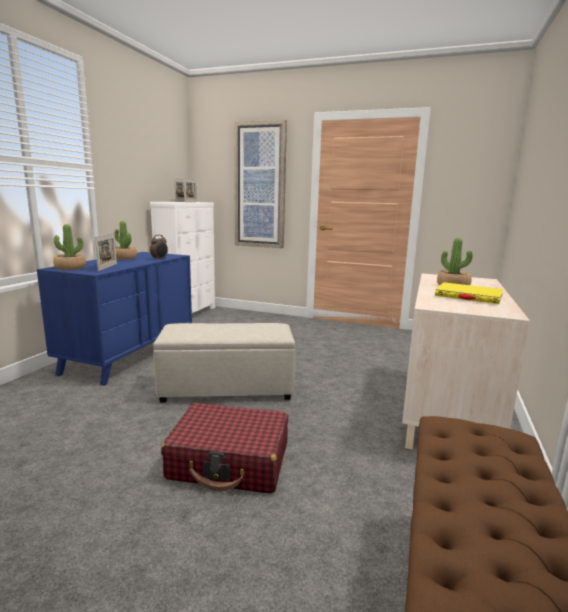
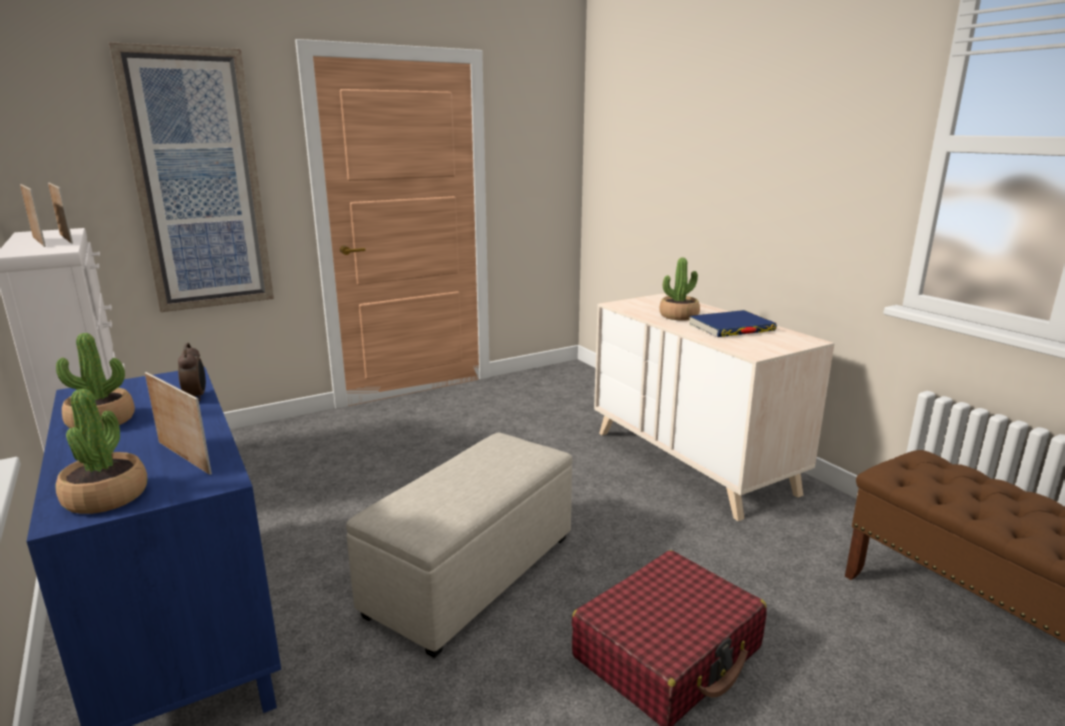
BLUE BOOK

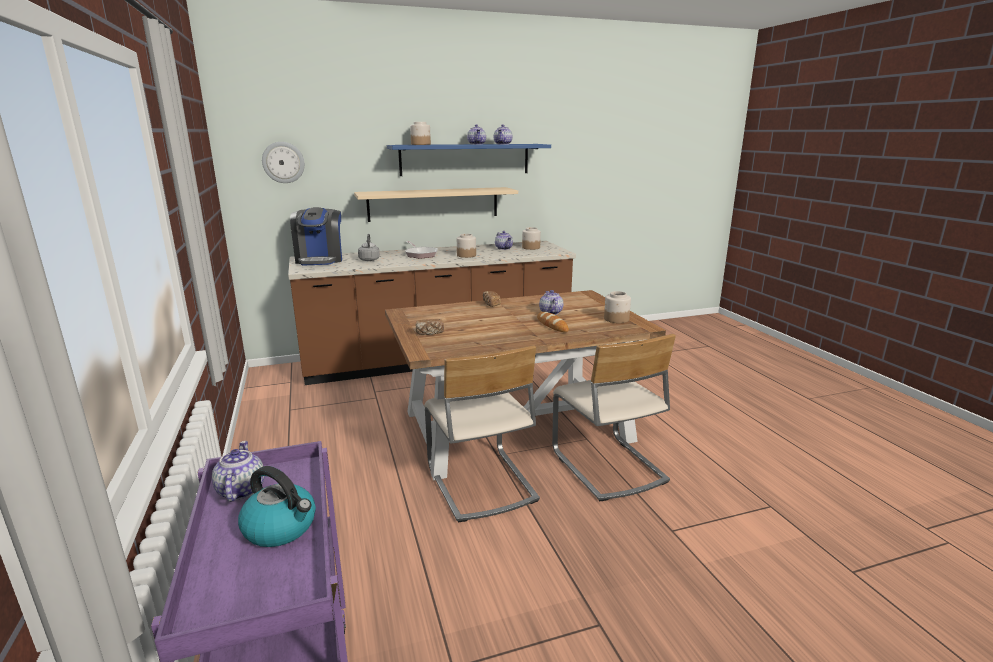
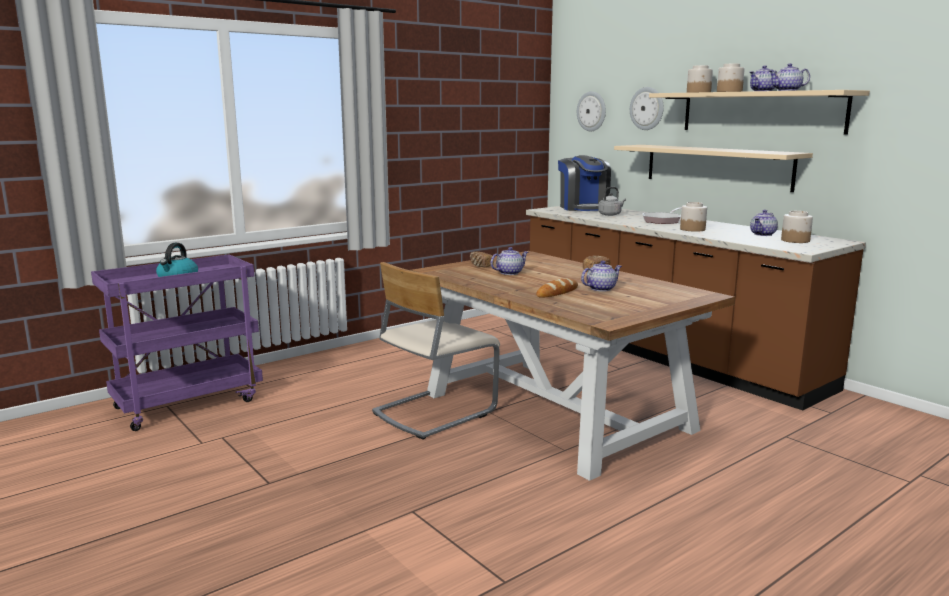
TEAPOT (no. 1 from left)
COFFEE MACHINE
BEIGE SHELF (no. 2 from left)
BEIGE CHAIR (no. 2 from left in the first image)
JAR (no. 3 from left)
WALL CLOCK (no. 2 from left)

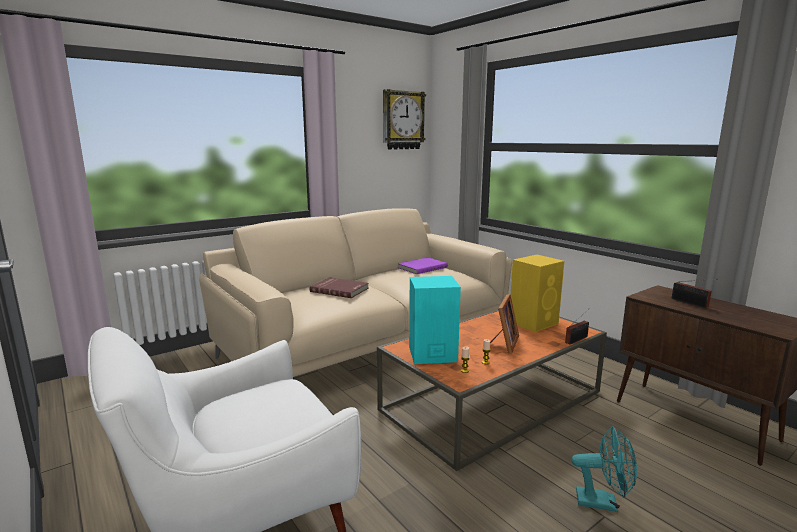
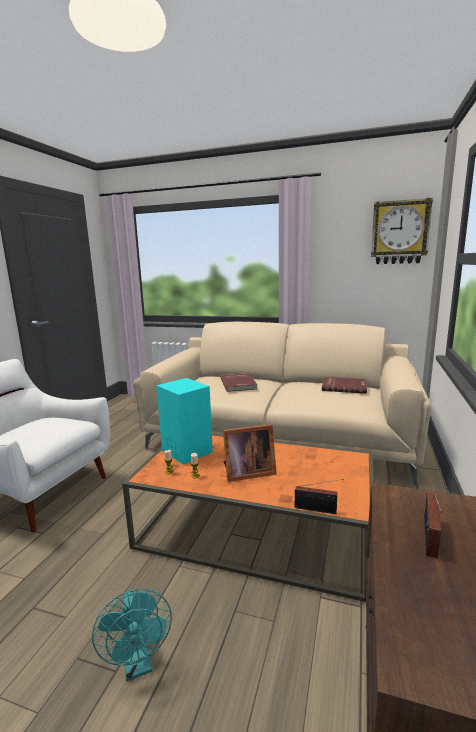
RED BOOK (no. 2 from left)
YELLOW SPEAKER

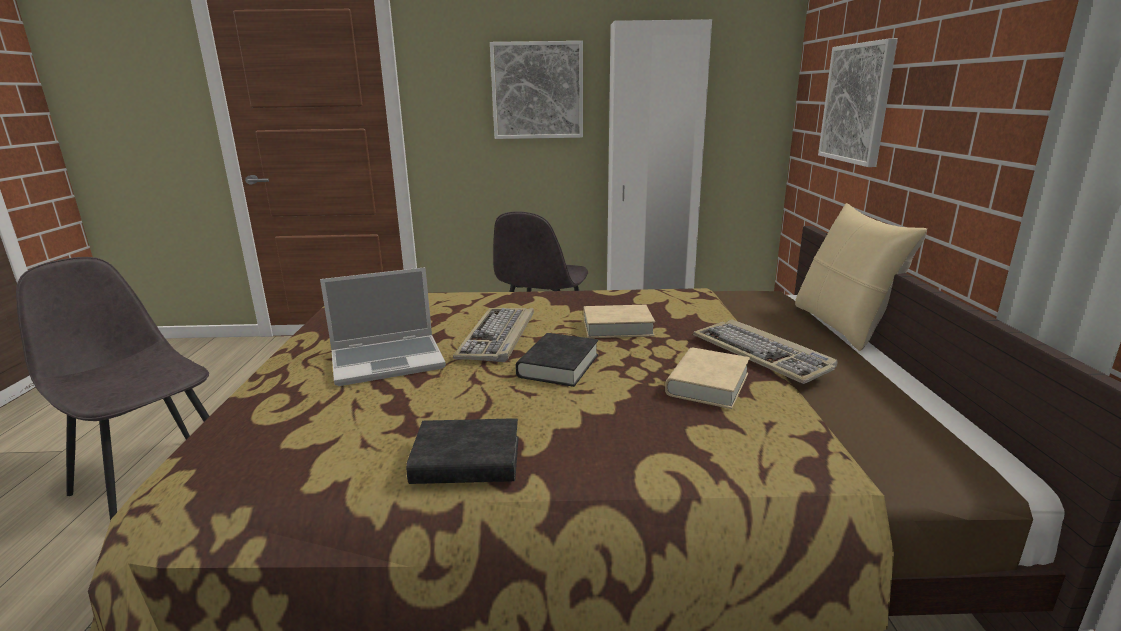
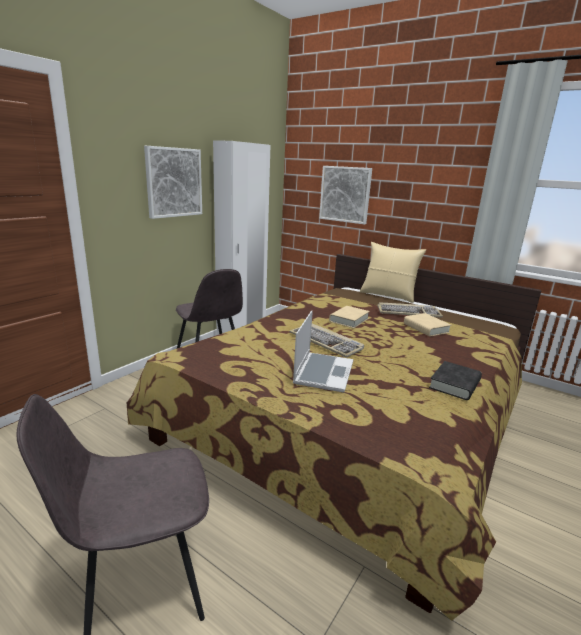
BLACK BOOK (no. 2 from left in the first image)

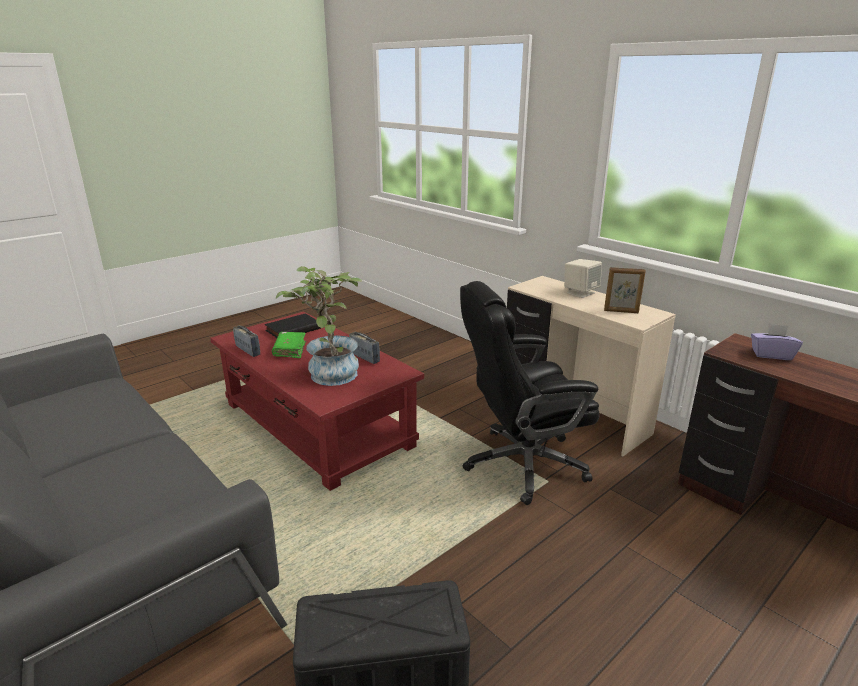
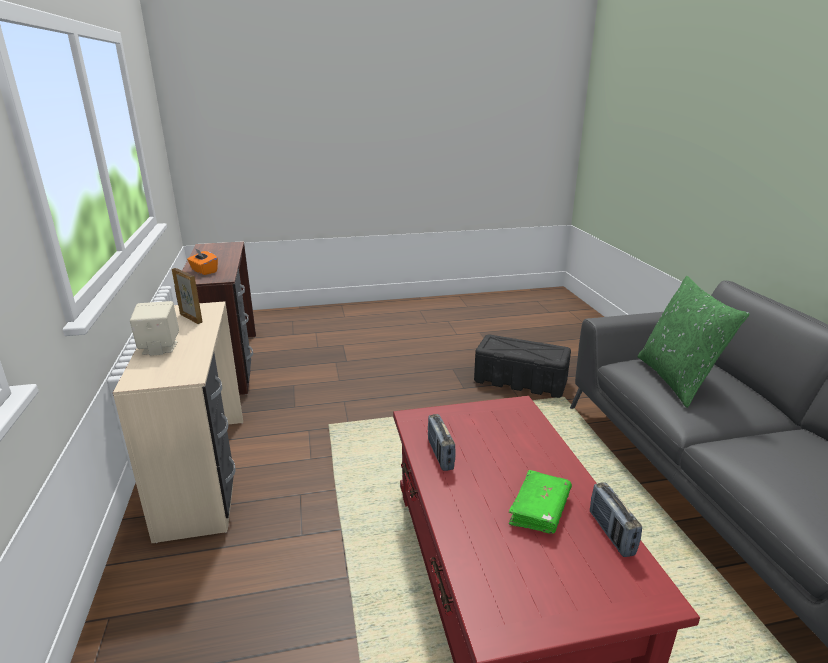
BLACK BOOK
POTTED PLANT
BLACK OFFICE CHAIR
ORANGE TISSUE BOX
GREEN PILLOW

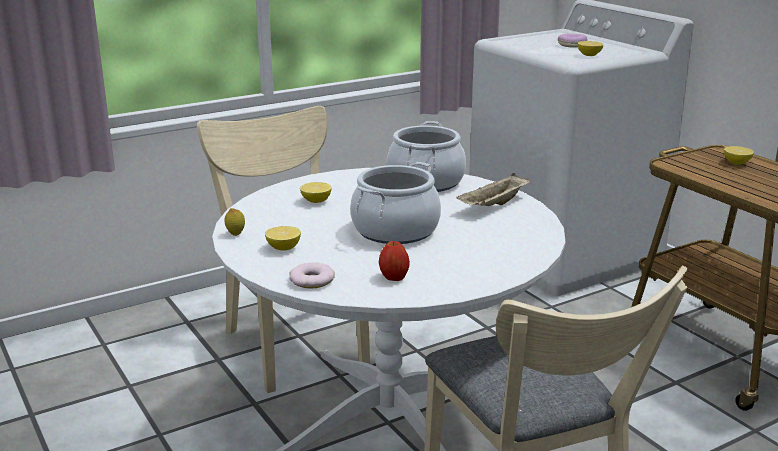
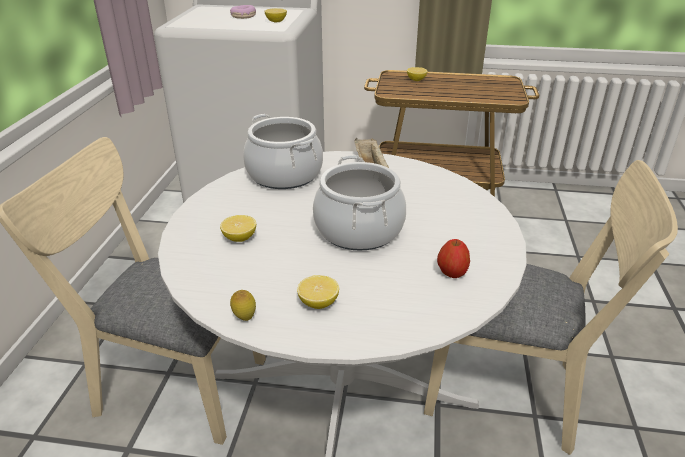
DONUT (no. 1 from left in the first image)

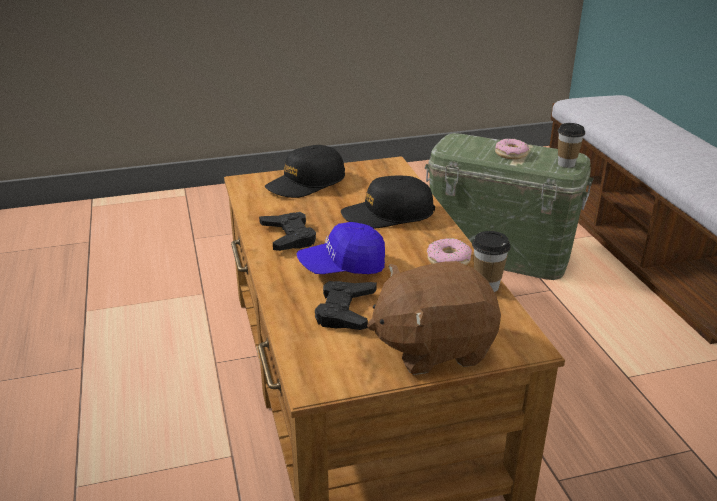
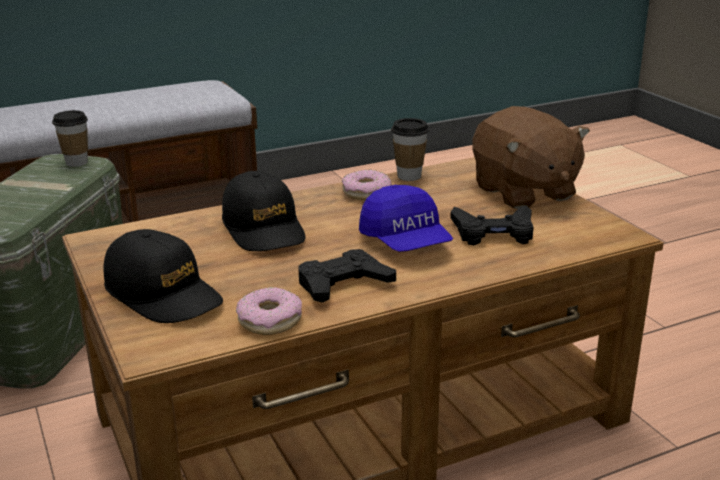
DONUT (no. 1 from left)

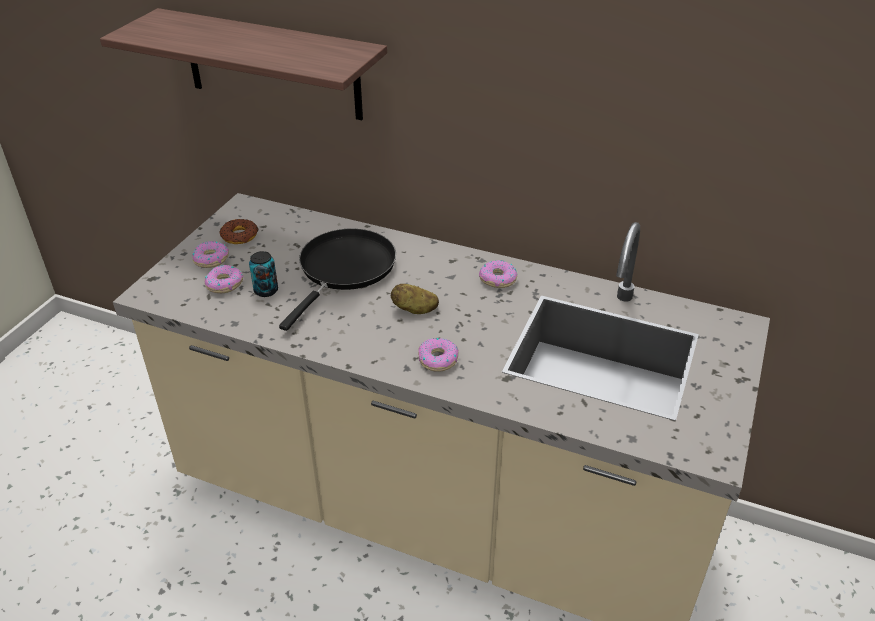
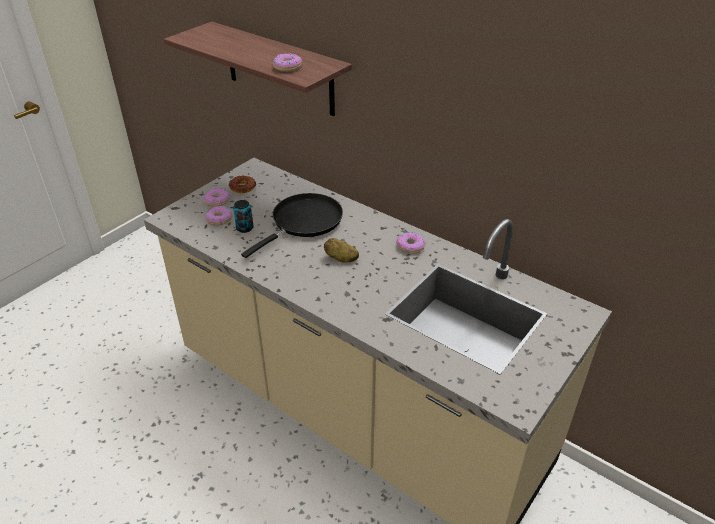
DONUT (no. 4 from left)

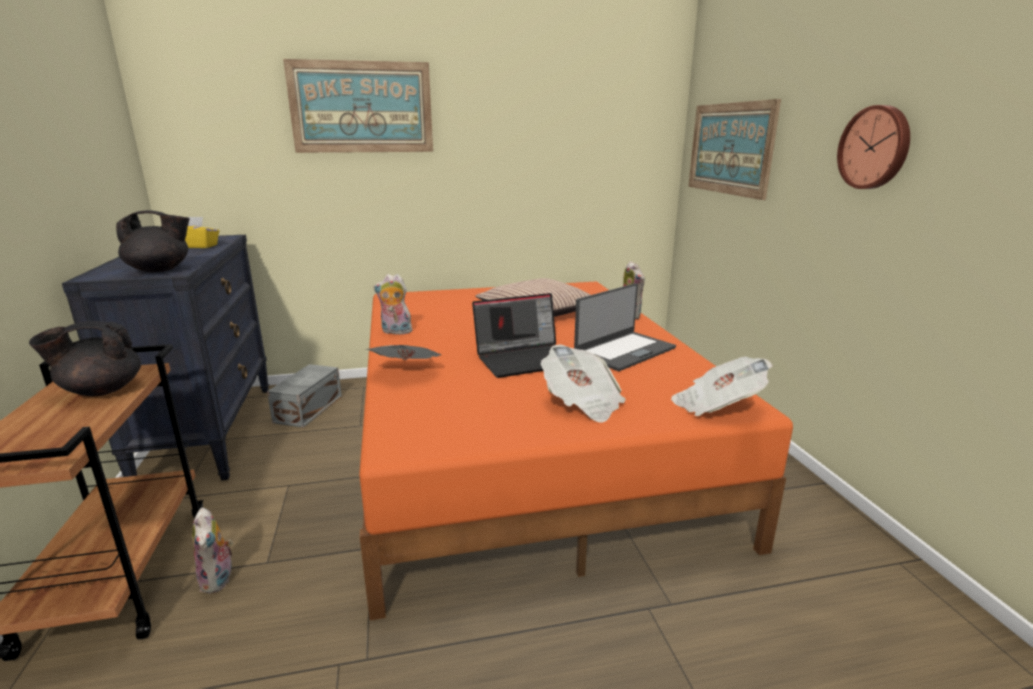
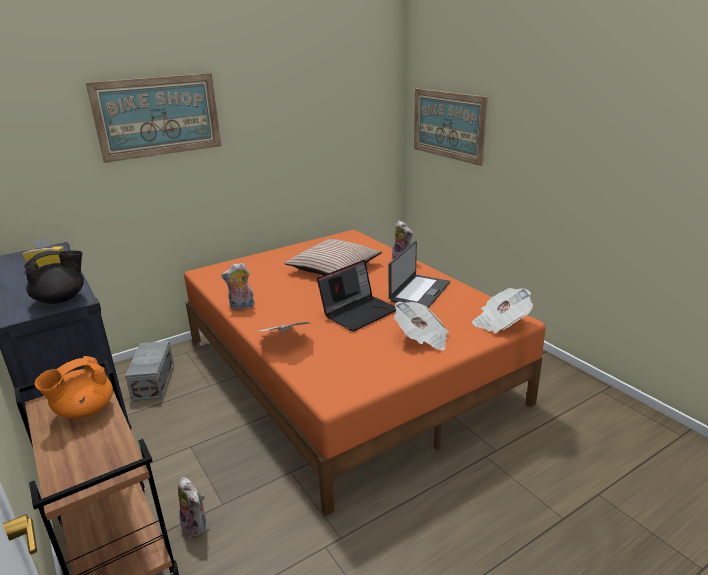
ORANGE TEAPOT
WALL CLOCK

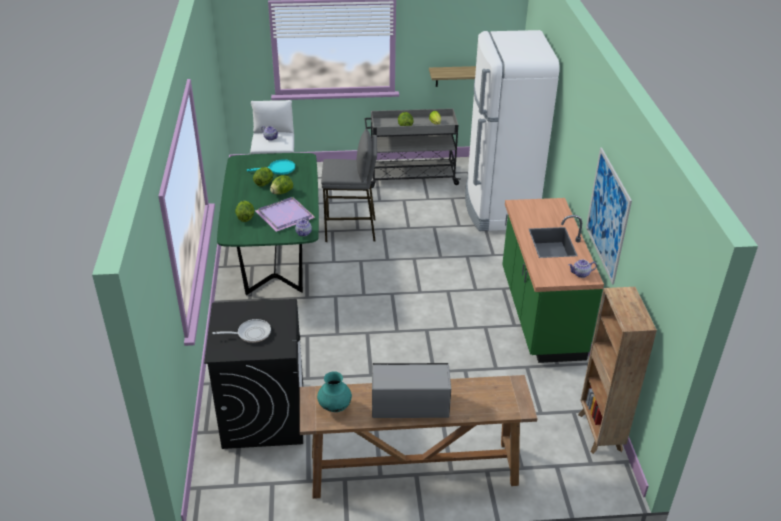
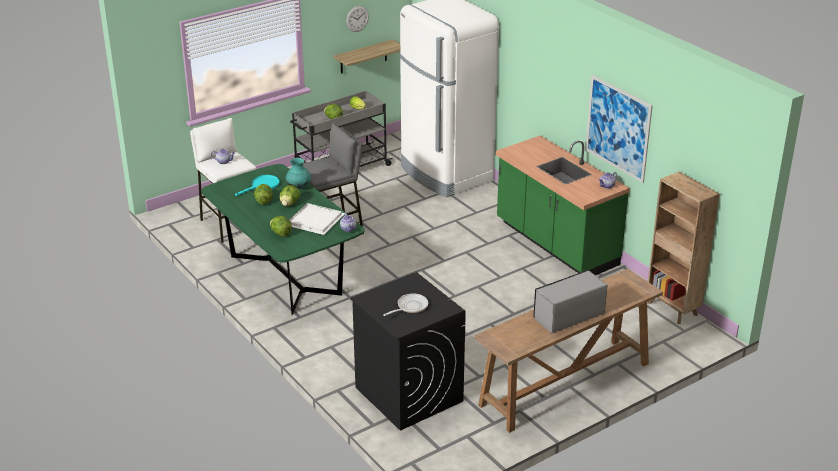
WHITE TRAY
TURQUOISE VASE
WALL CLOCK

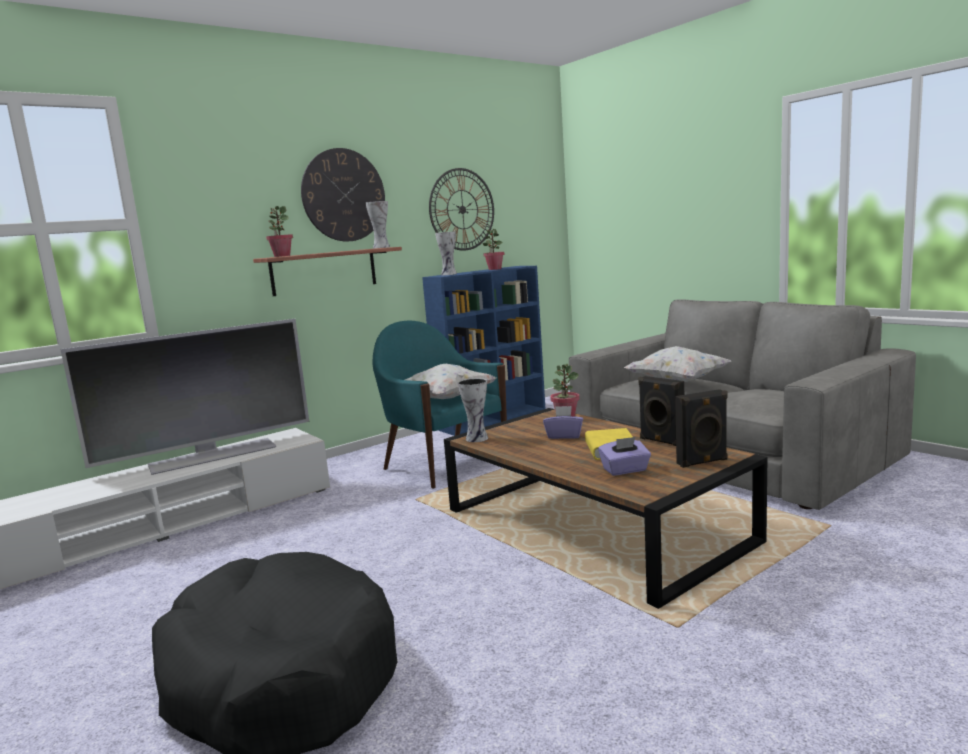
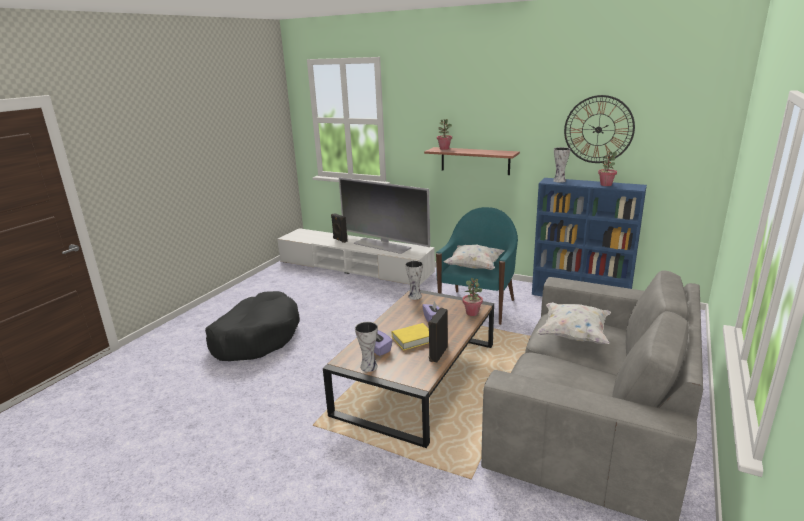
WALL CLOCK (no. 1 from left in the first image)
VASE (no. 1 from left)
BLACK SPEAKER (no. 1 from left)

